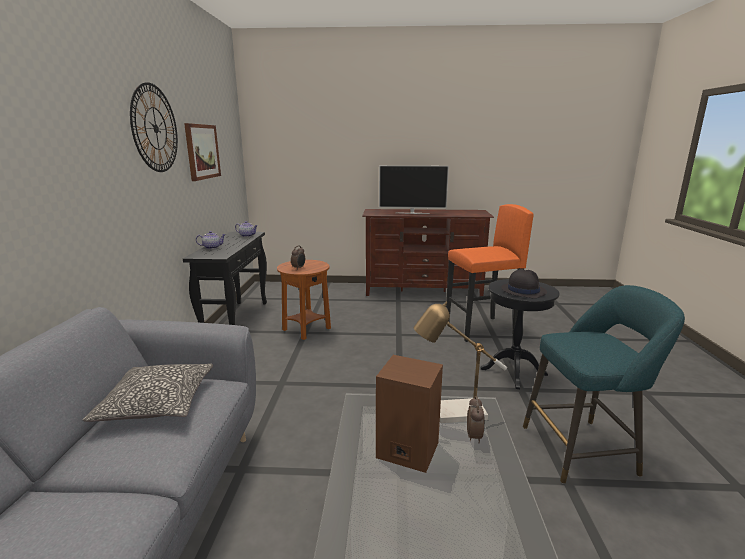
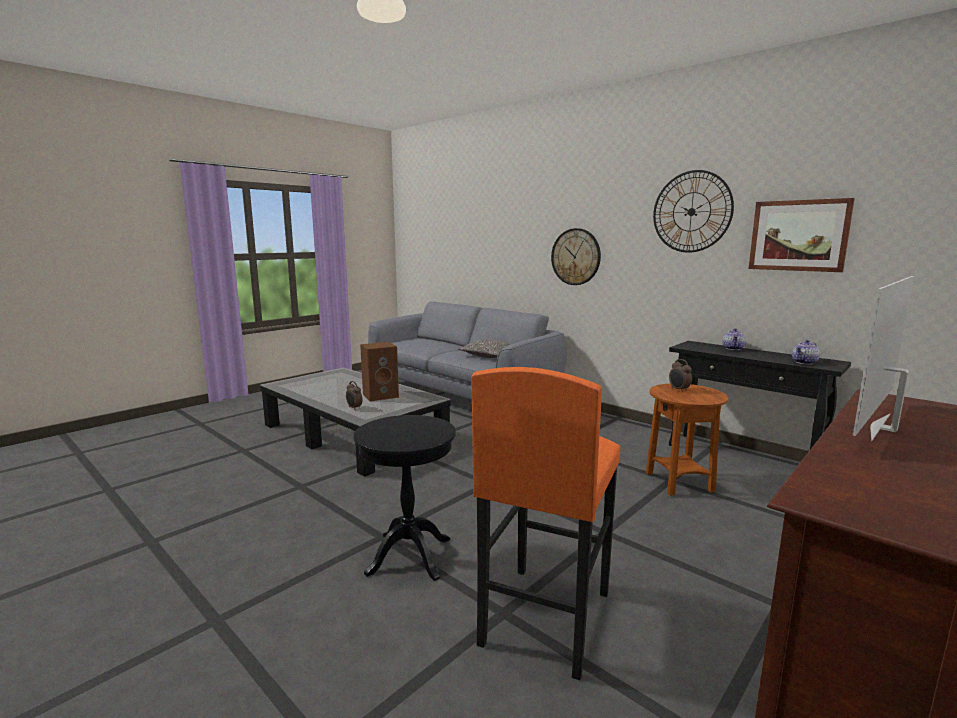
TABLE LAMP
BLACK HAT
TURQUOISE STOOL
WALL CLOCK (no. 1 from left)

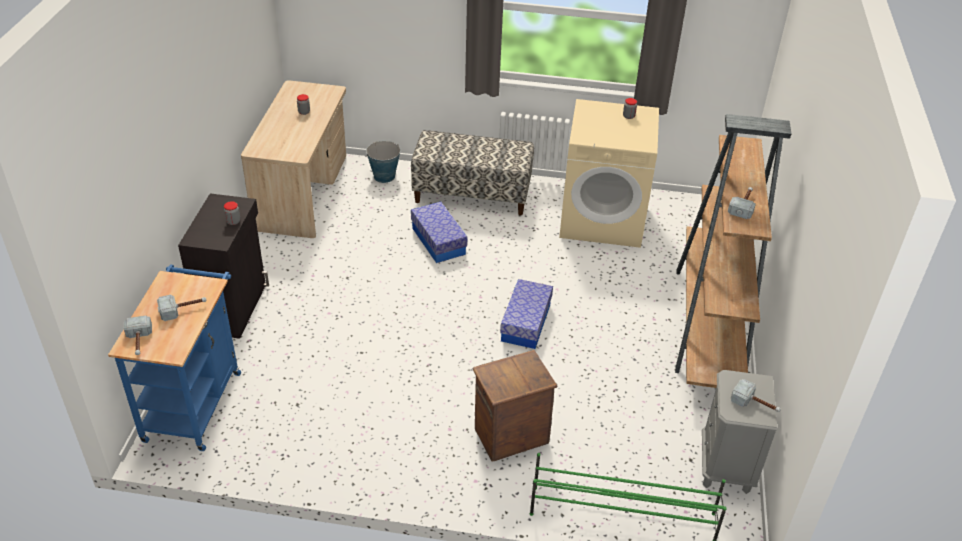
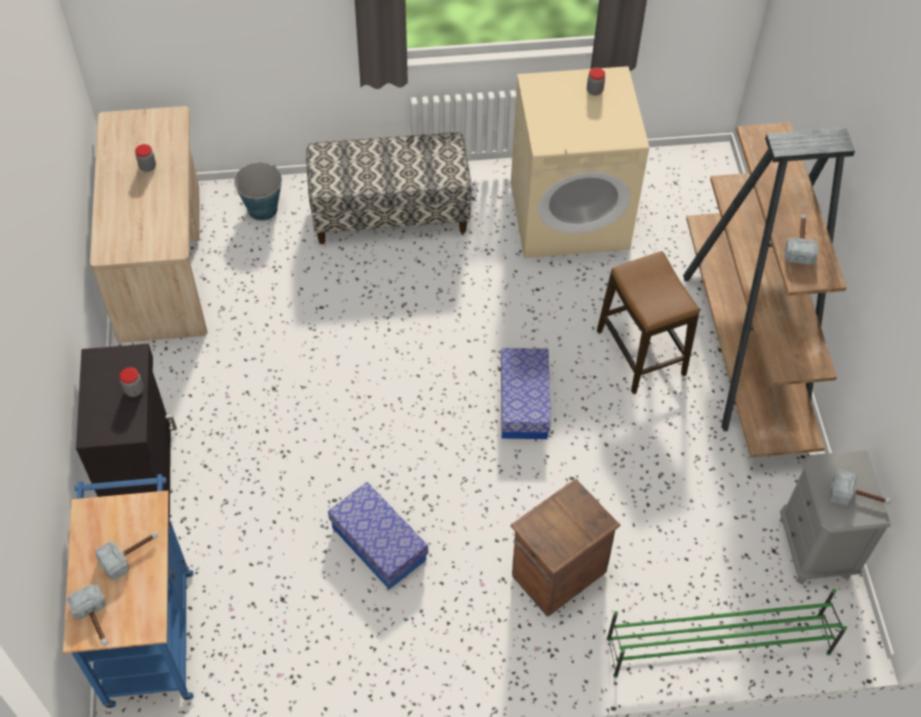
STORAGE BOX (no. 1 from left)
STOOL

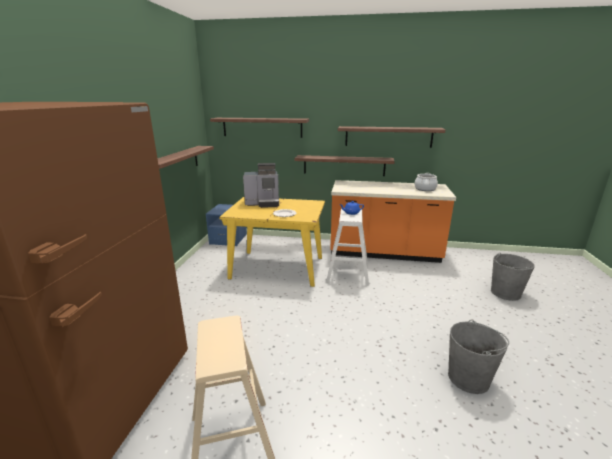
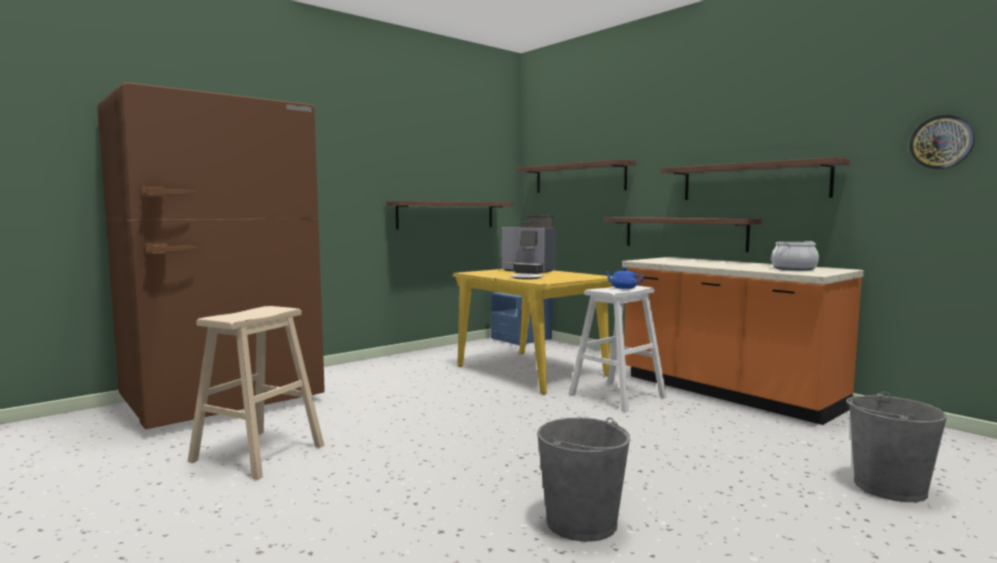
WALL CLOCK

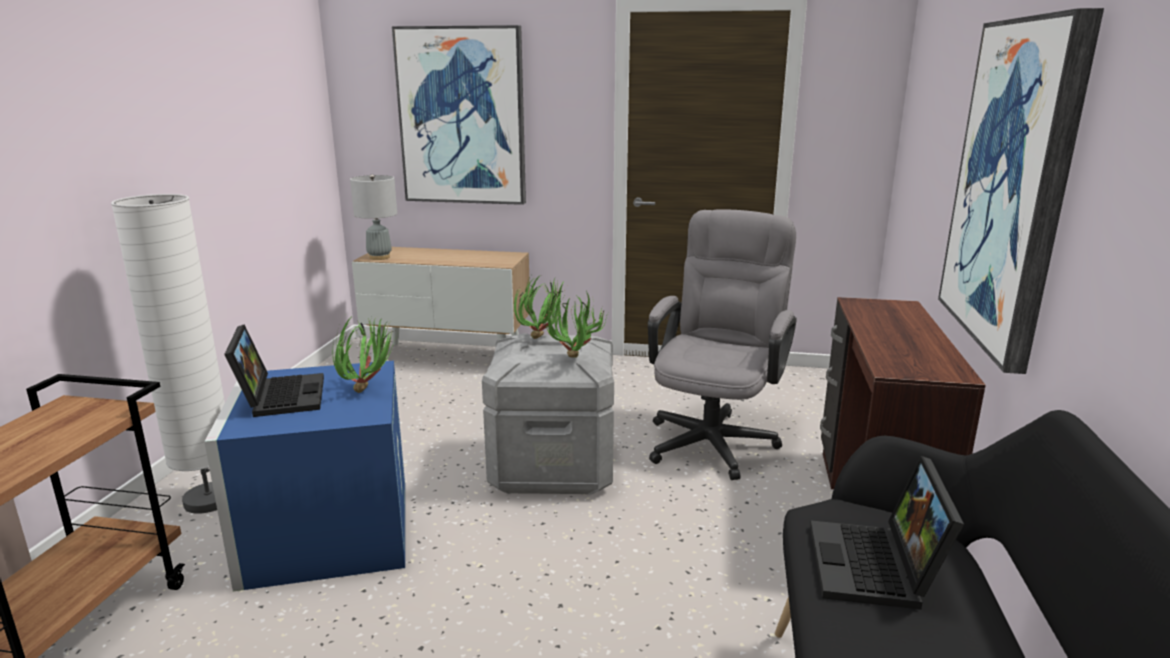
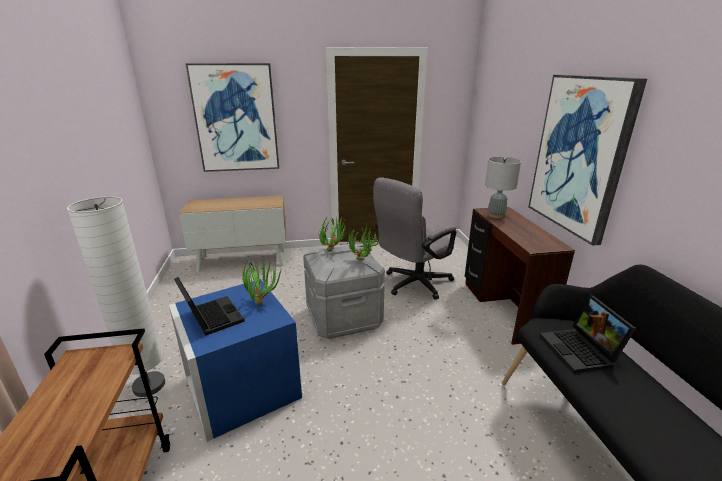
GREY TABLE LAMP
GREY OFFICE CHAIR

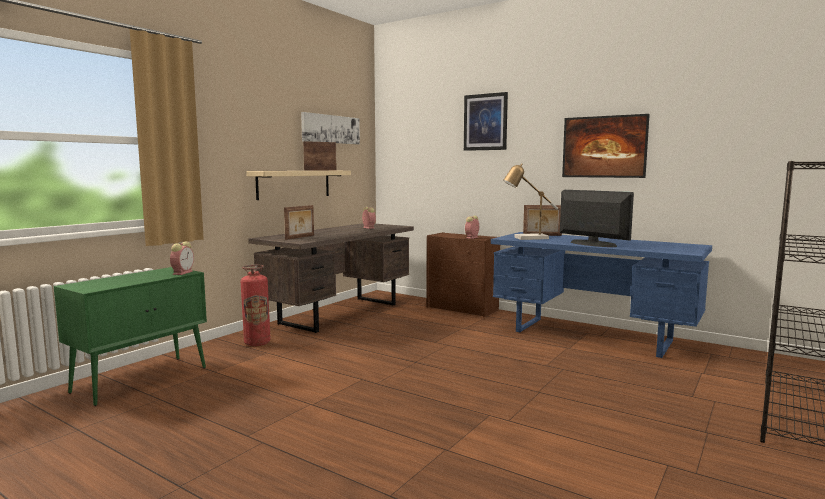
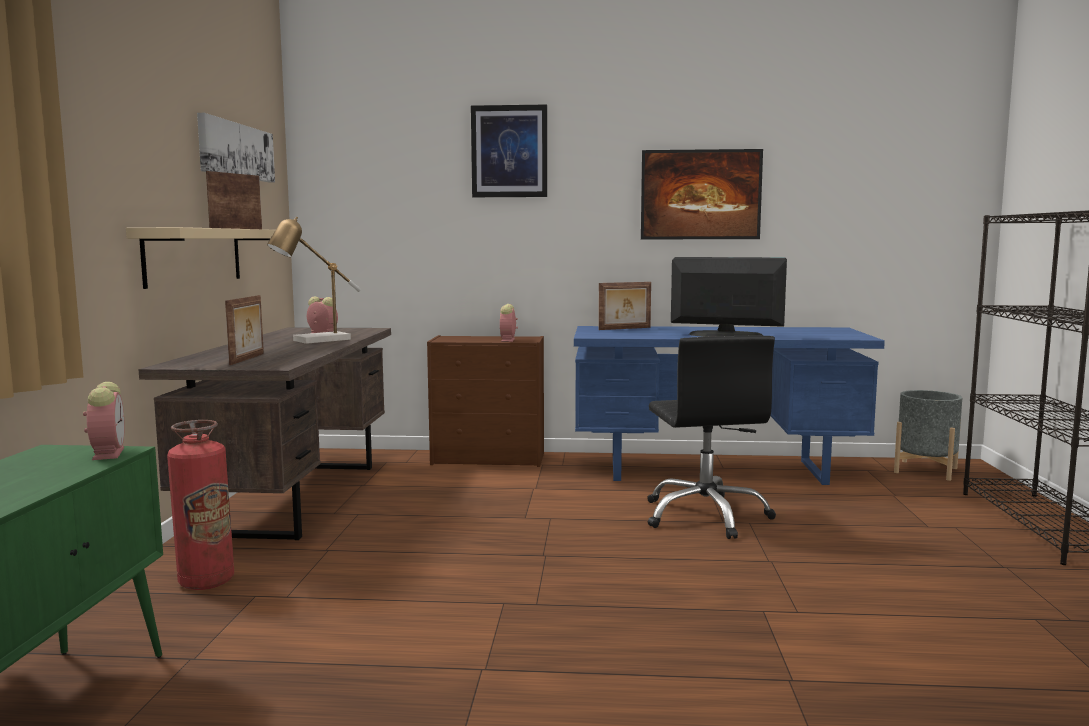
TABLE LAMP
BLACK OFFICE CHAIR
GREY PLANTER

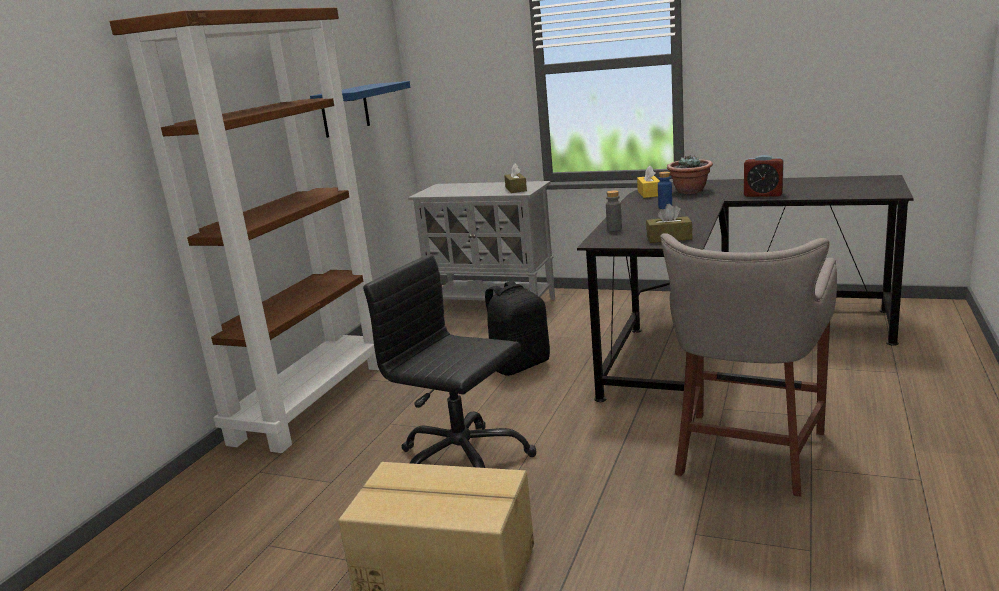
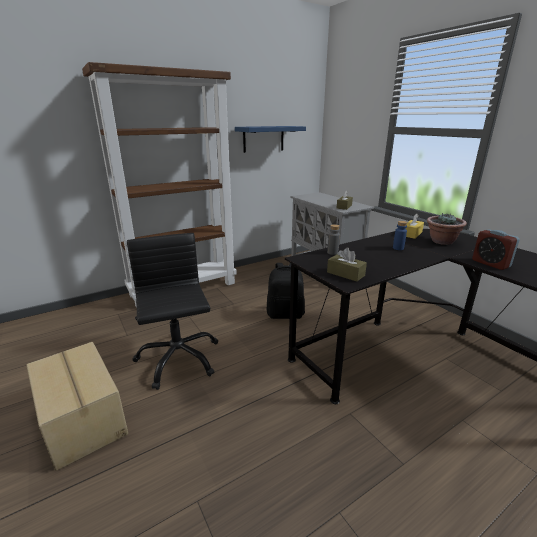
GREY STOOL

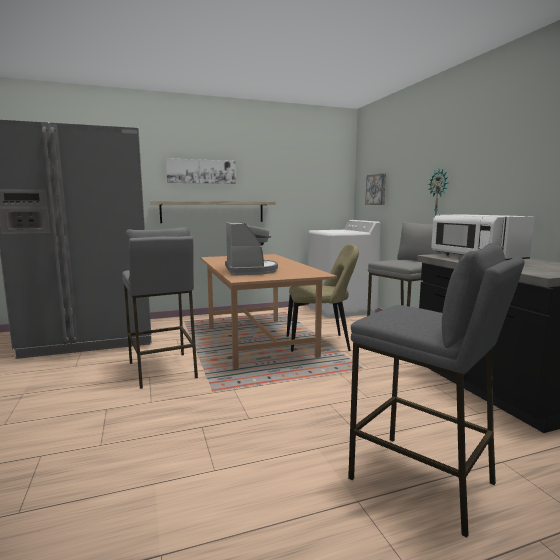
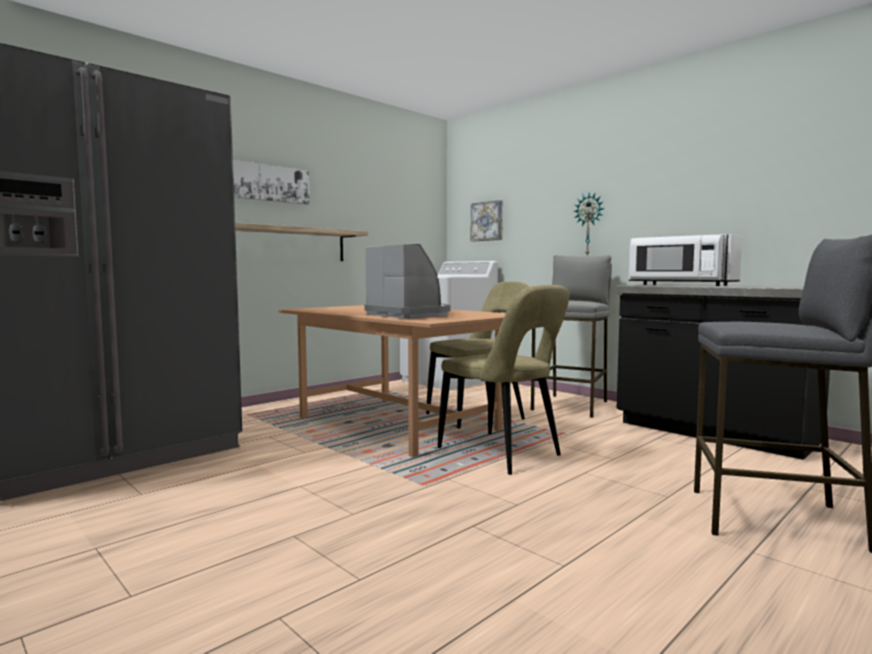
GREY STOOL (no. 1 from left in the first image)
BEIGE CHAIR (no. 2 from left)

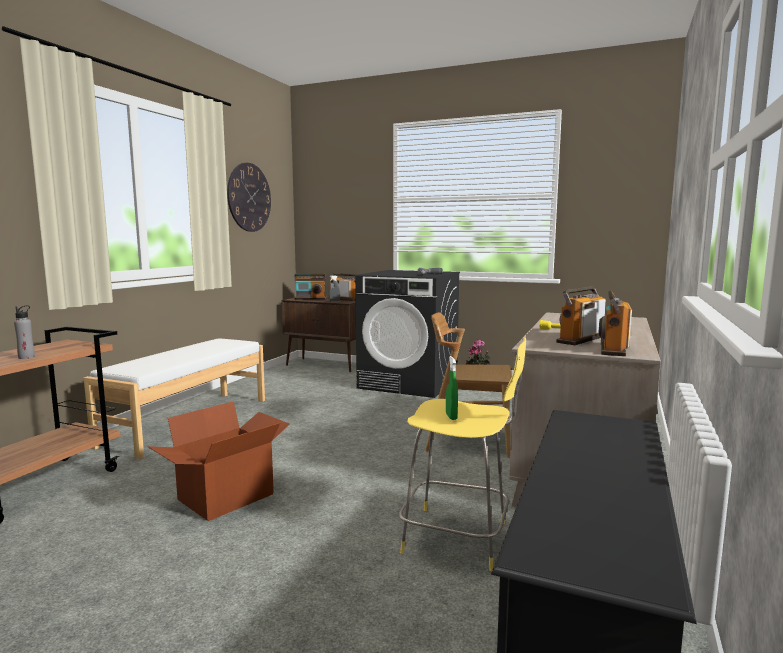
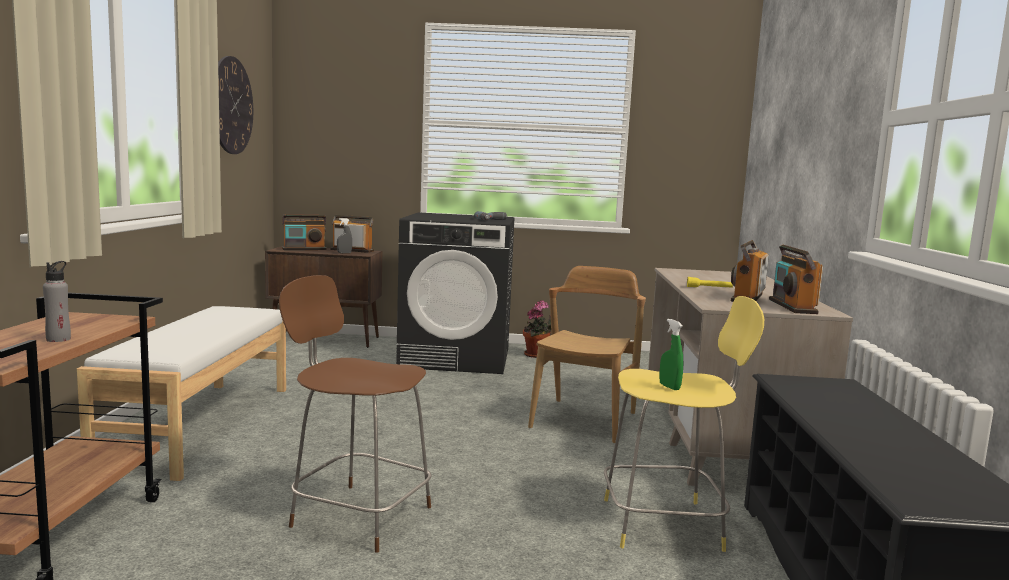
BROWN STOOL
BROWN CHAIR

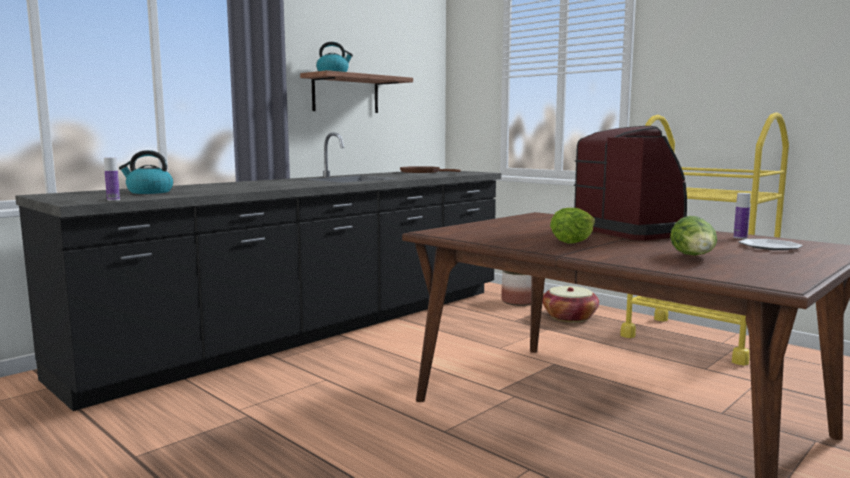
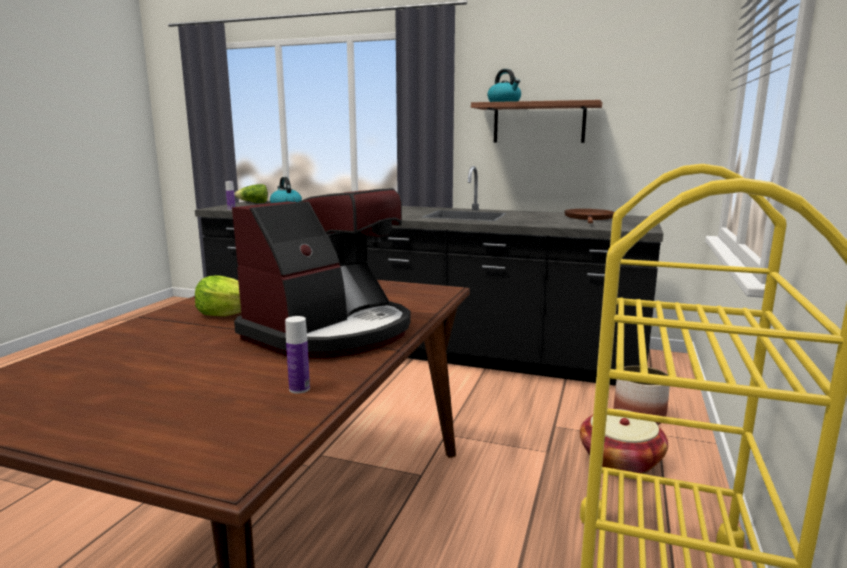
LETTUCE (no. 2 from left)
PLATE

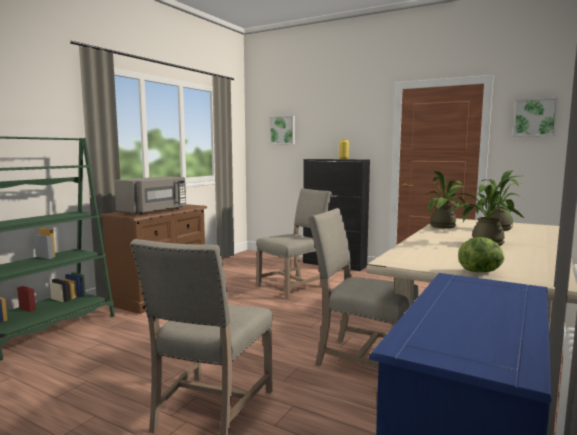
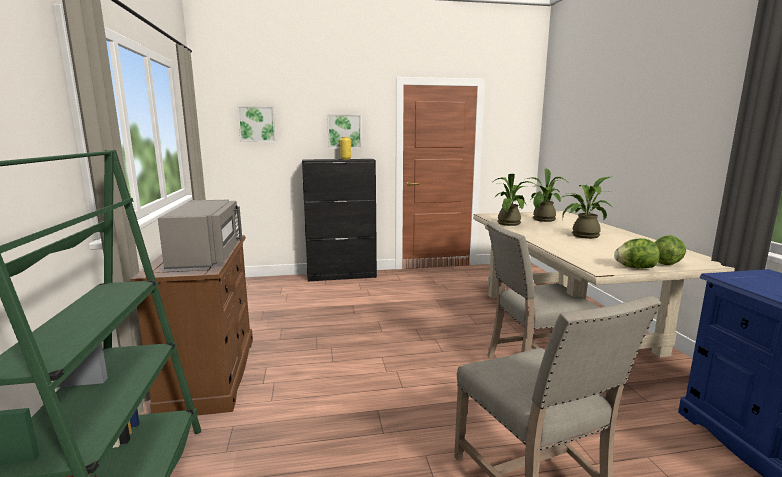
BEIGE CHAIR (no. 2 from left in the first image)
PICTURE (no. 2 from left)
LETTUCE (no. 1 from left)

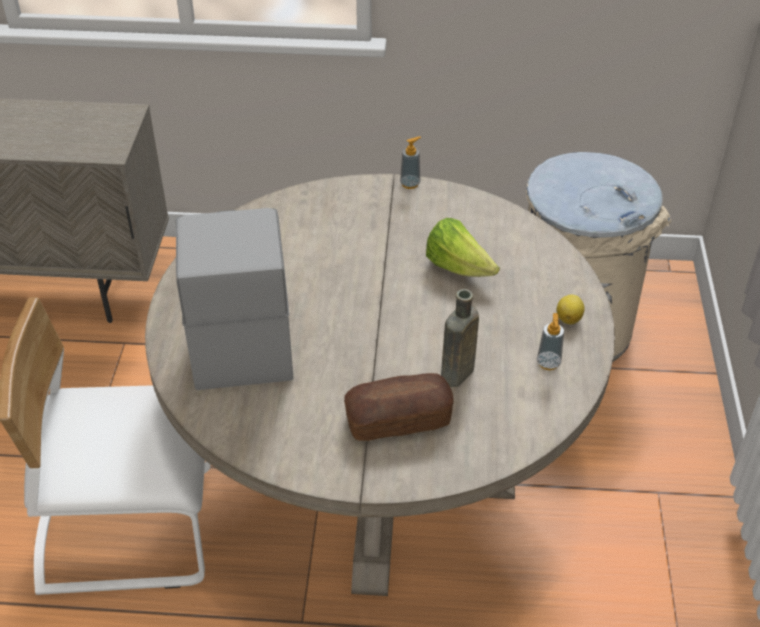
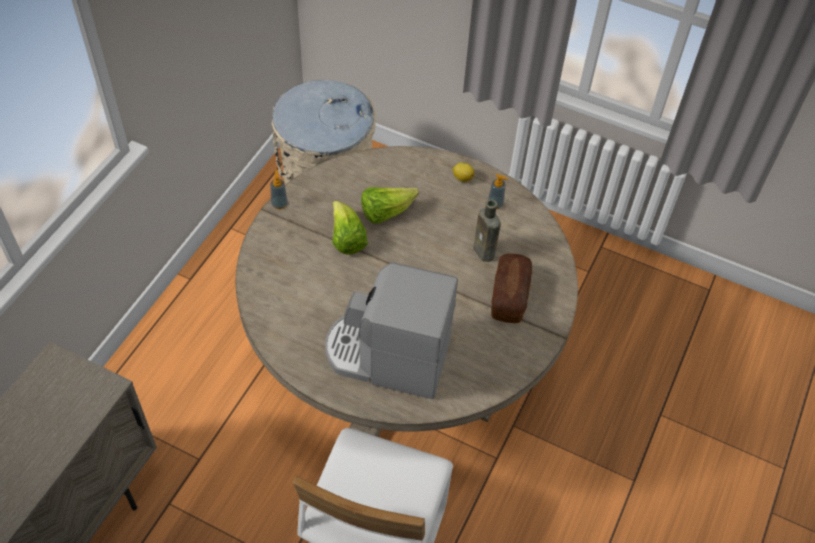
LETTUCE (no. 1 from left)

